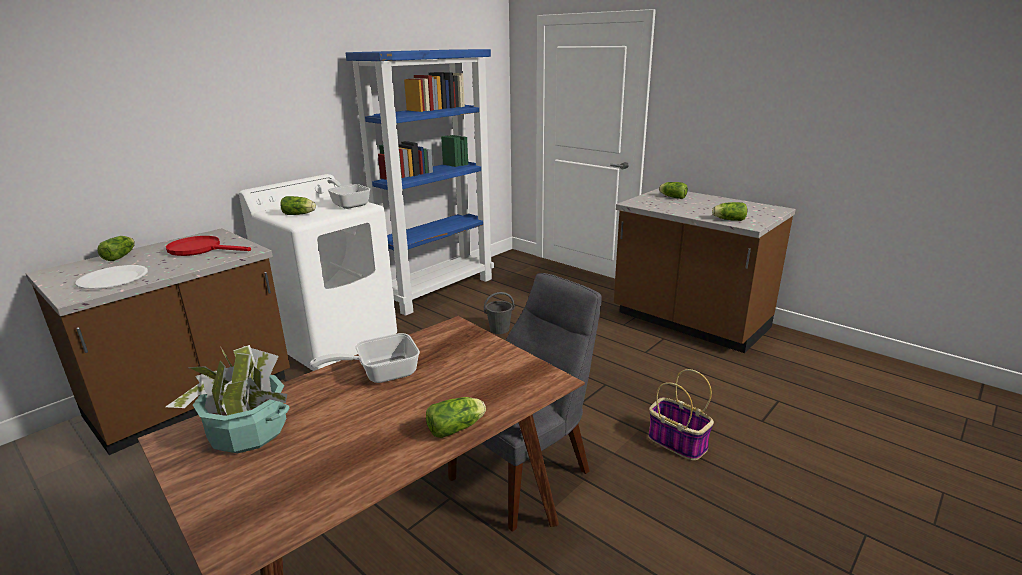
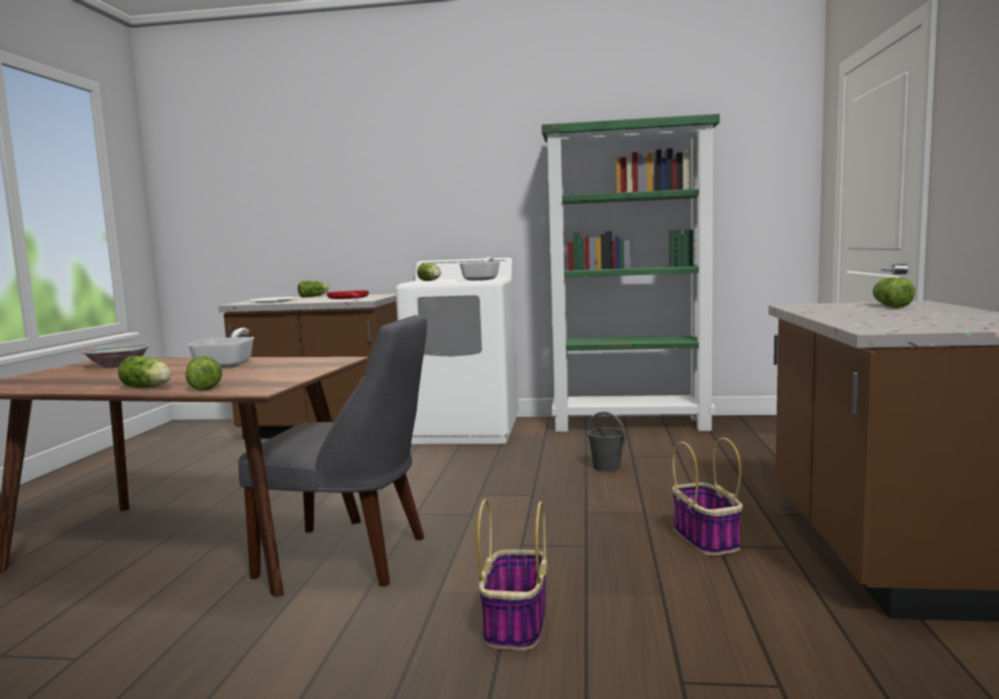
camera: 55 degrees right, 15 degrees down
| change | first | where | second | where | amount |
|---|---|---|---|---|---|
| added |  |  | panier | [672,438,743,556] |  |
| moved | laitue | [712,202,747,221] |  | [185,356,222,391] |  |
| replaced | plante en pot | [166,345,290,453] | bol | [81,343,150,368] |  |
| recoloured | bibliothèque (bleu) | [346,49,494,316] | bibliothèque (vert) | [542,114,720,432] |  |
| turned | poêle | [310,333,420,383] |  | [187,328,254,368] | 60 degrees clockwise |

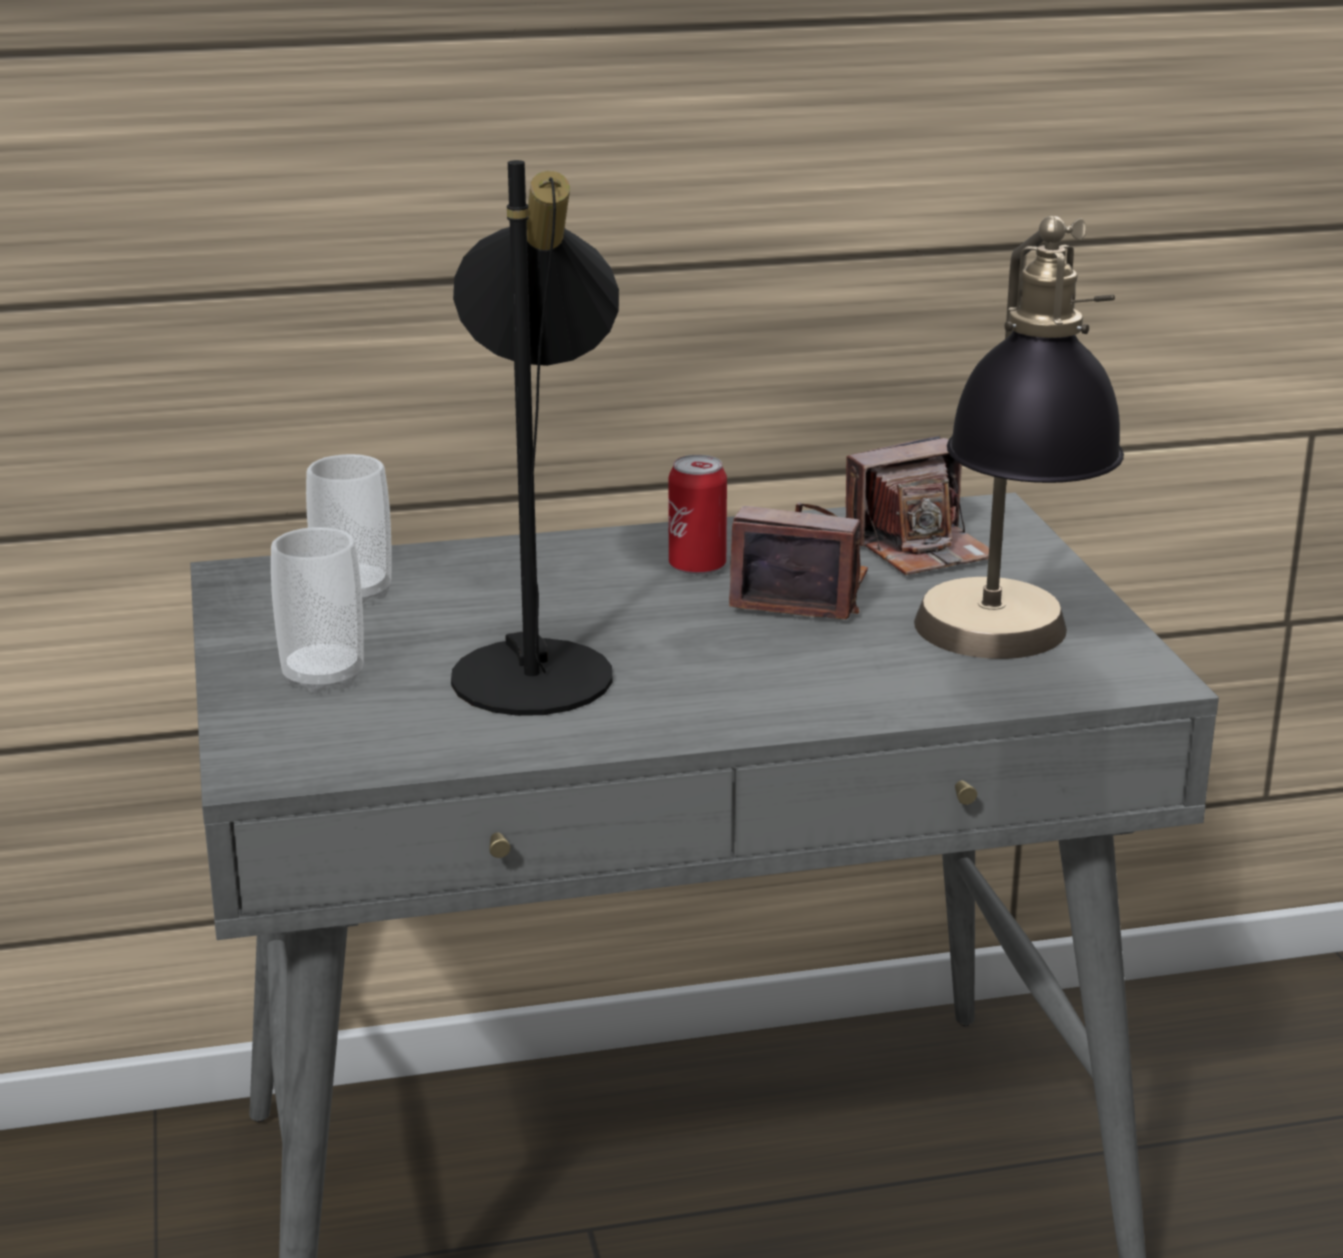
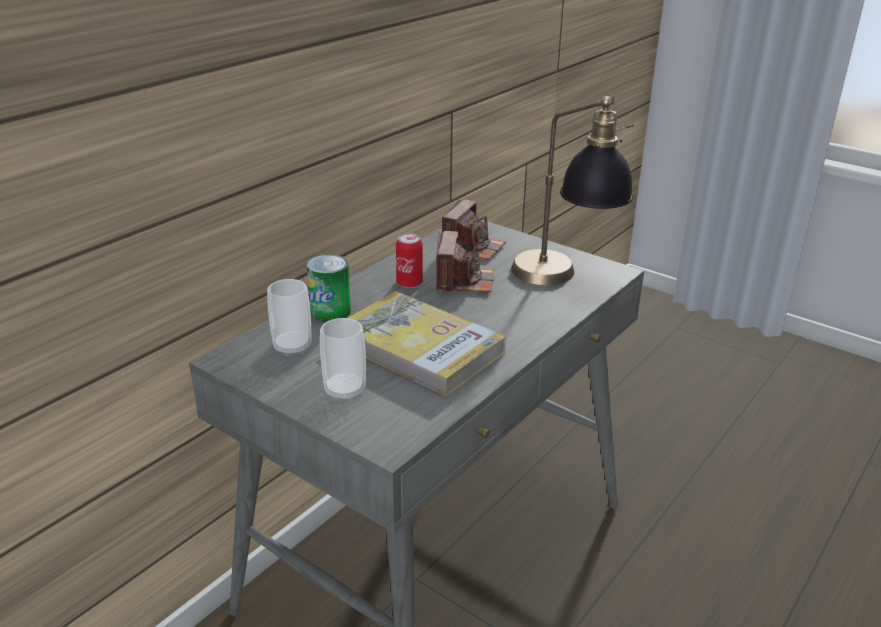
camera: 40 degrees left, 5 degrees up
| change | first | where | second | where | amount |
|---|---|---|---|---|---|
| added |  |  | boîte métallique | [307,254,351,322] |  |
| replaced | lampe de table (noir) | [451,160,619,716] | livre | [348,291,506,396] |  |
| turned | appareil photo | [729,502,868,619] |  | [436,231,494,293] | 120 degrees clockwise |

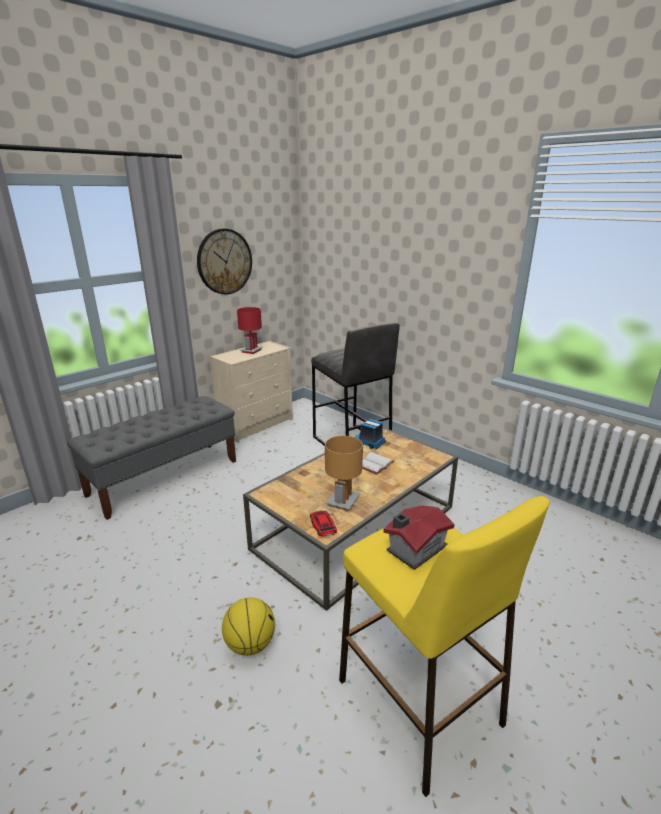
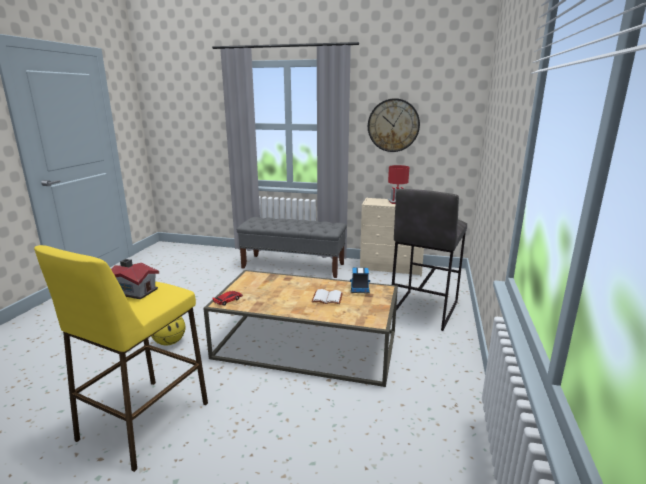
camera: 60 degrees right, 5 degrees down
| change | first | where | second | where | amount |
|---|---|---|---|---|---|
| removed | lampe de table (marron) | [325,436,363,511] |  |  |  |

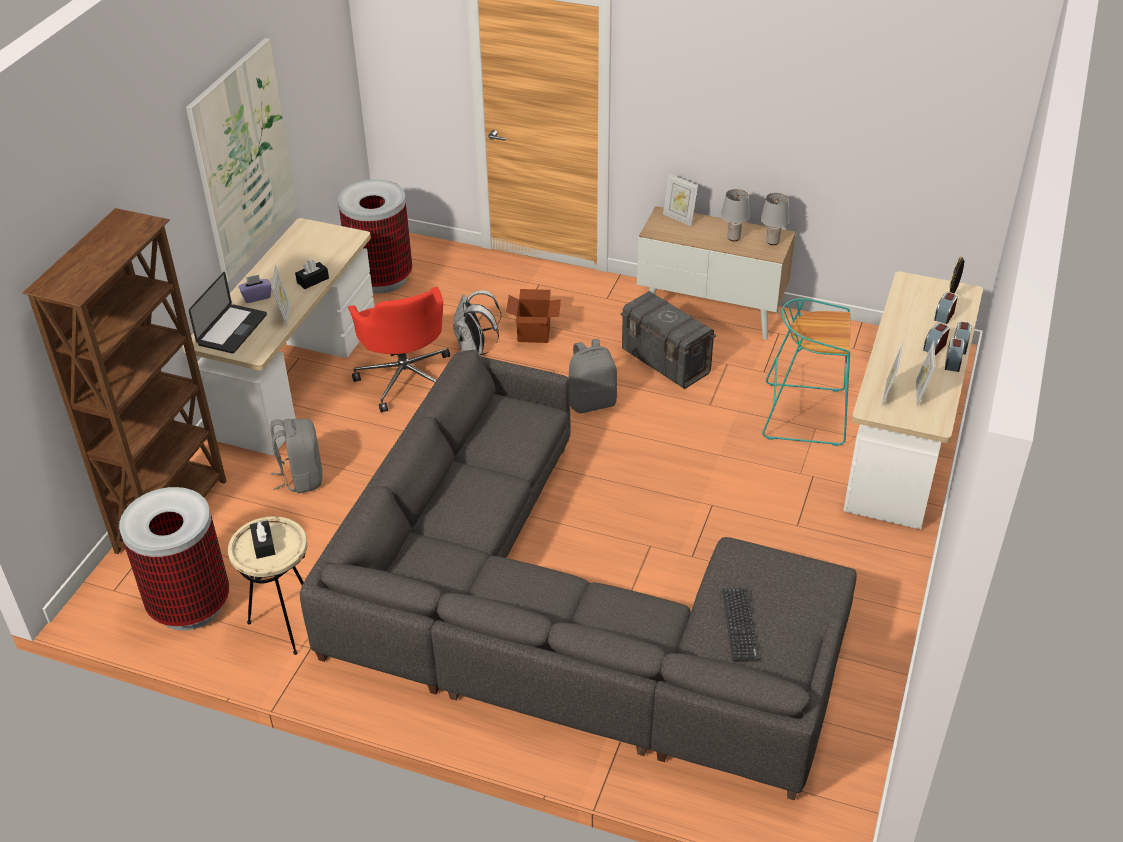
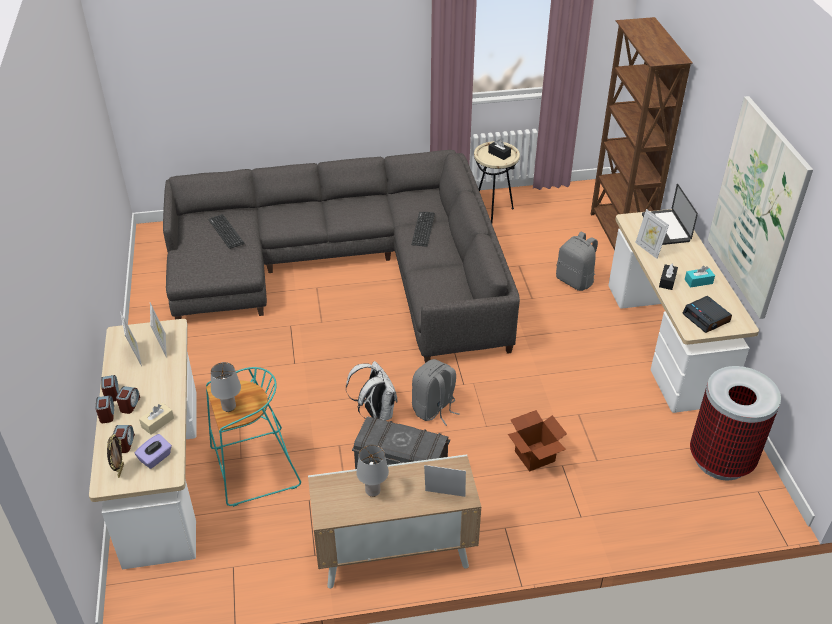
camera: 150 degrees right, 0 degrees up
| change | first | where | second | where | amount |
|---|---|---|---|---|---|
| removed | poubelle | [119,487,229,631] |  |  |  |
| removed | chaise de bureau (rouge) | [348,287,450,413] |  |  |  |
| added |  |  | boîte à mouchoirs (beige) | [139,403,174,435] |  |
| added |  |  | clavier | [411,211,435,247] |  |
| added |  |  | réveil | [682,296,732,333] |  |
| added |  |  | boîte à mouchoirs (turquoise) | [685,266,715,288] |  |
| moved | boîte à mouchoirs (violet) | [238,275,271,303] |  | [135,434,172,469] |  |
| moved | sac à dos (blanc) | [453,290,502,356] |  | [346,361,398,421] |  |
| moved | lampe de table (gris) | [761,193,789,245] |  | [211,362,241,412] |  |

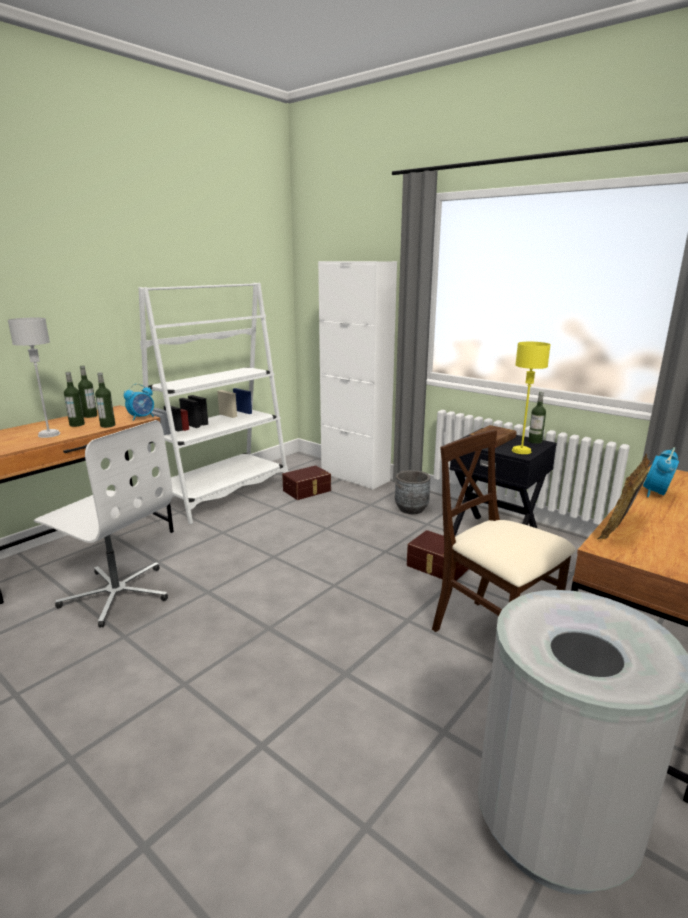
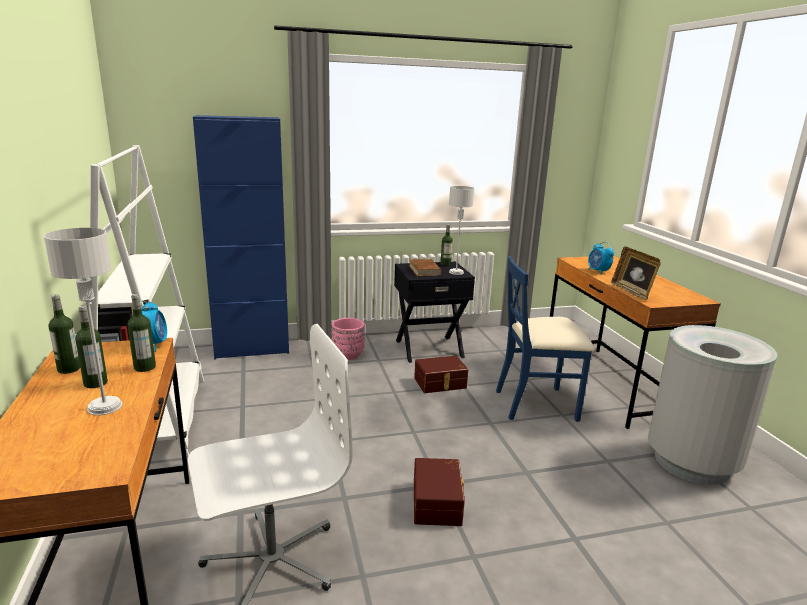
camera: 55 degrees left, 0 degrees up
| change | first | where | second | where | amount |
|---|---|---|---|---|---|
| moved | boîte de rangement (marron) | [282,465,331,500] |  | [414,458,465,526] |  |
| recoloured | meuble de rangement (blanc) | [318,261,397,490] | meuble de rangement (bleu) | [193,115,289,359] |  |
| recoloured | cache-pot (gris) | [395,470,430,514] | cache-pot (rose) | [332,318,365,360] |  |
| recoloured | chaise (beige) | [432,430,576,632] | chaise (bleu) | [496,256,595,422] |  |
| recoloured | lampe de table (jaune) | [512,342,551,454] | lampe de table (gris) | [449,186,474,275] |  |

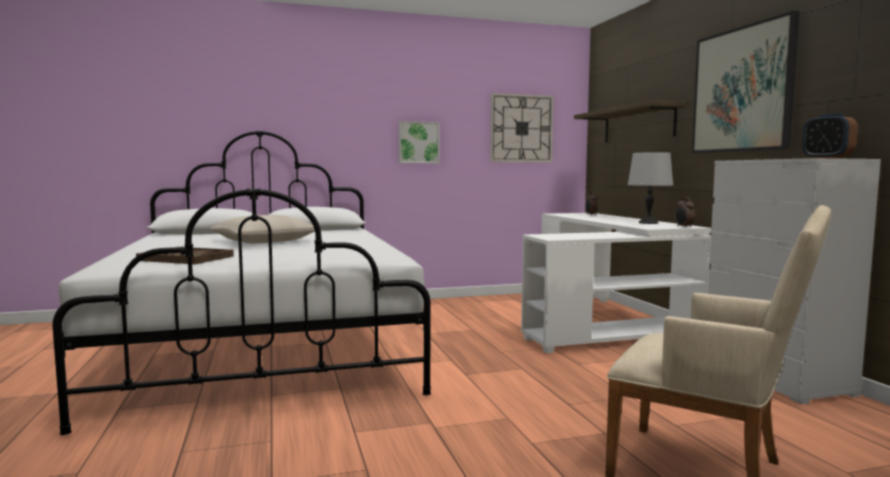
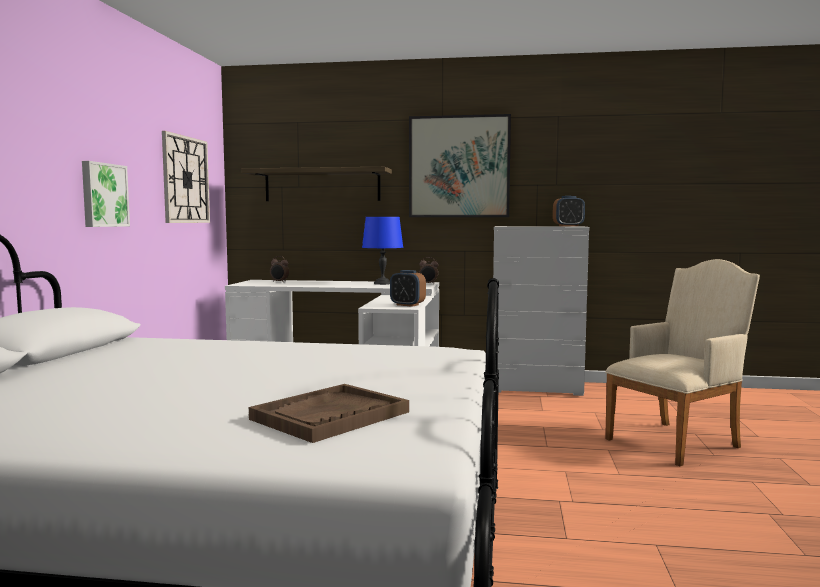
camera: 65 degrees left, 0 degrees up
| change | first | where | second | where | amount |
|---|---|---|---|---|---|
| removed | coussin (beige) | [210,215,315,244] |  |  |  |
| added |  |  | réveil | [390,270,426,307] |  |
| recoloured | lampe de table (gris) | [628,152,673,224] | lampe de table (bleu) | [362,217,403,285] |  |

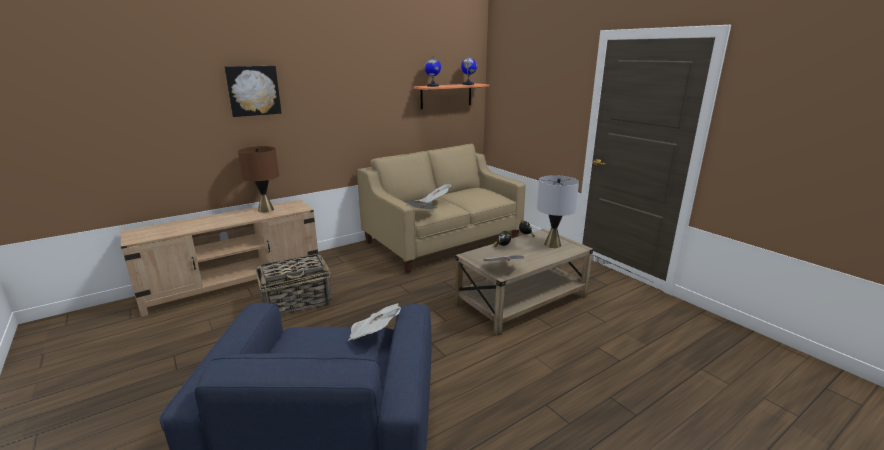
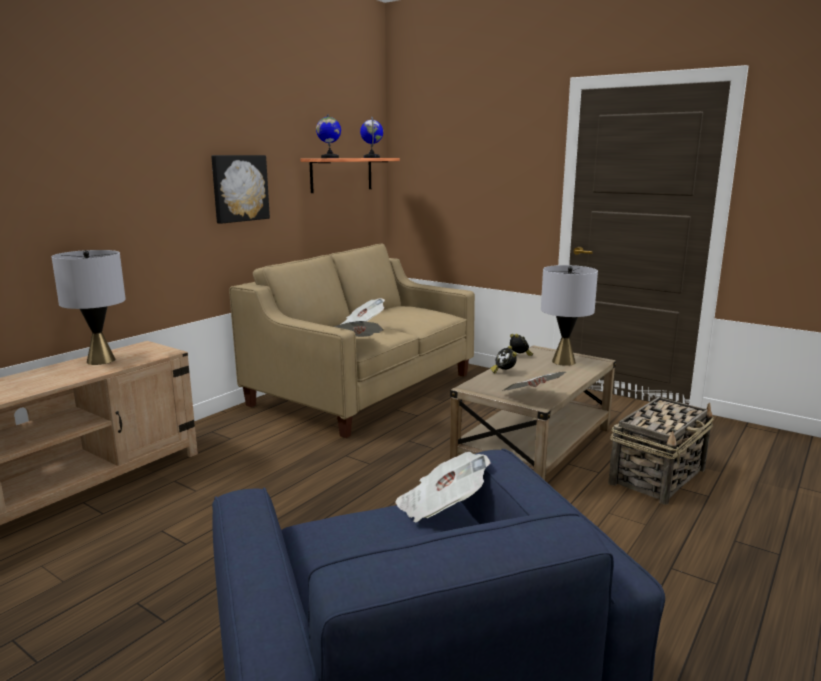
camera: 20 degrees left, 5 degrees down
| change | first | where | second | where | amount |
|---|---|---|---|---|---|
| moved | tableau | [224,66,282,117] |  | [211,155,270,224] |  |
| moved | panier | [256,254,332,315] |  | [608,397,714,505] |  |
| recoloured | lampe de table (marron) | [238,146,279,213] | lampe de table (gris) | [51,250,126,365] |  |

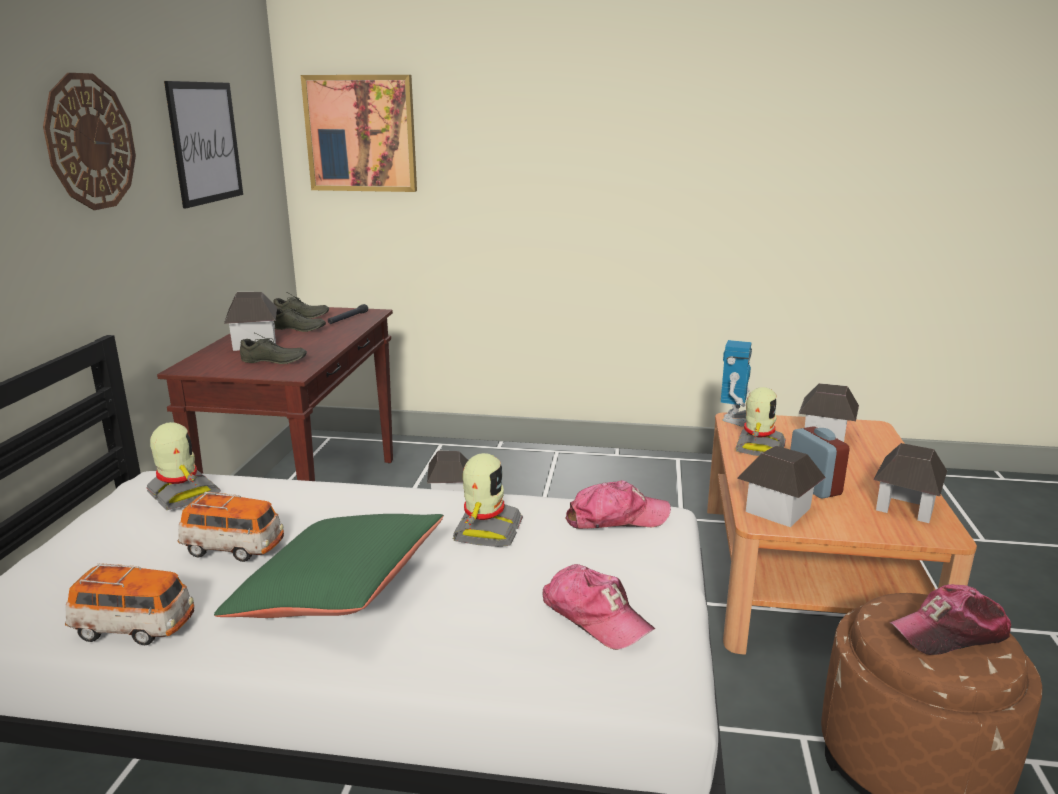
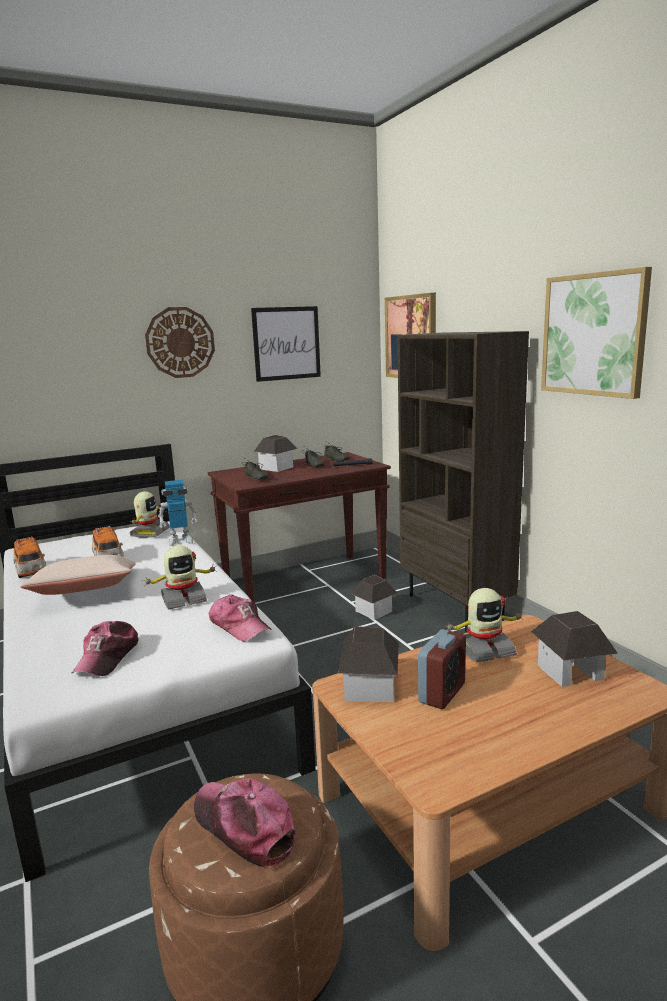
camera: 55 degrees right, 5 degrees down
| change | first | where | second | where | amount |
|---|---|---|---|---|---|
| removed | maison miniature | [873,443,947,523] |  |  |  |
| added |  |  | bibliothèque (marron) | [397,331,529,632] |  |
| added |  |  | tableau | [541,267,652,399] |  |
| moved | robot jouet | [721,340,752,427] |  | [158,480,198,546] |  |
| recoloured | coussin (vert) | [214,514,444,618] | coussin (beige) | [20,555,136,595] |  |

